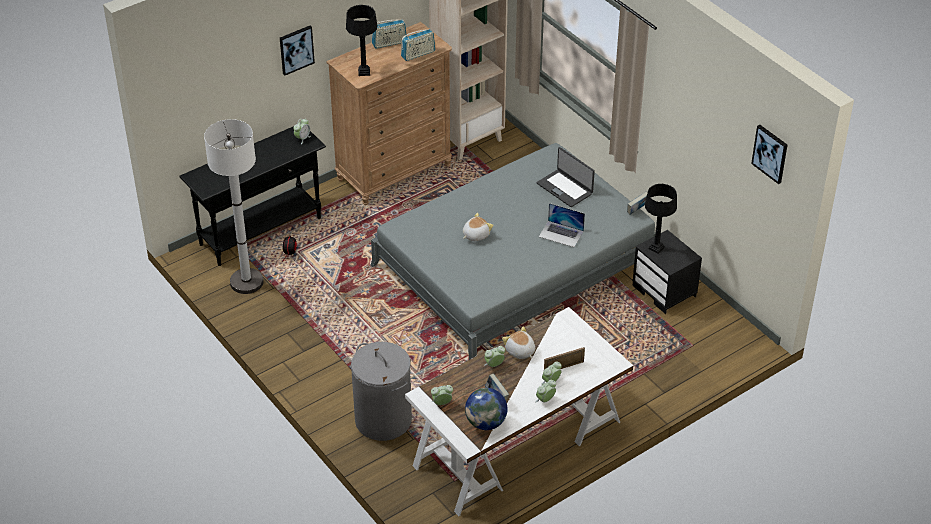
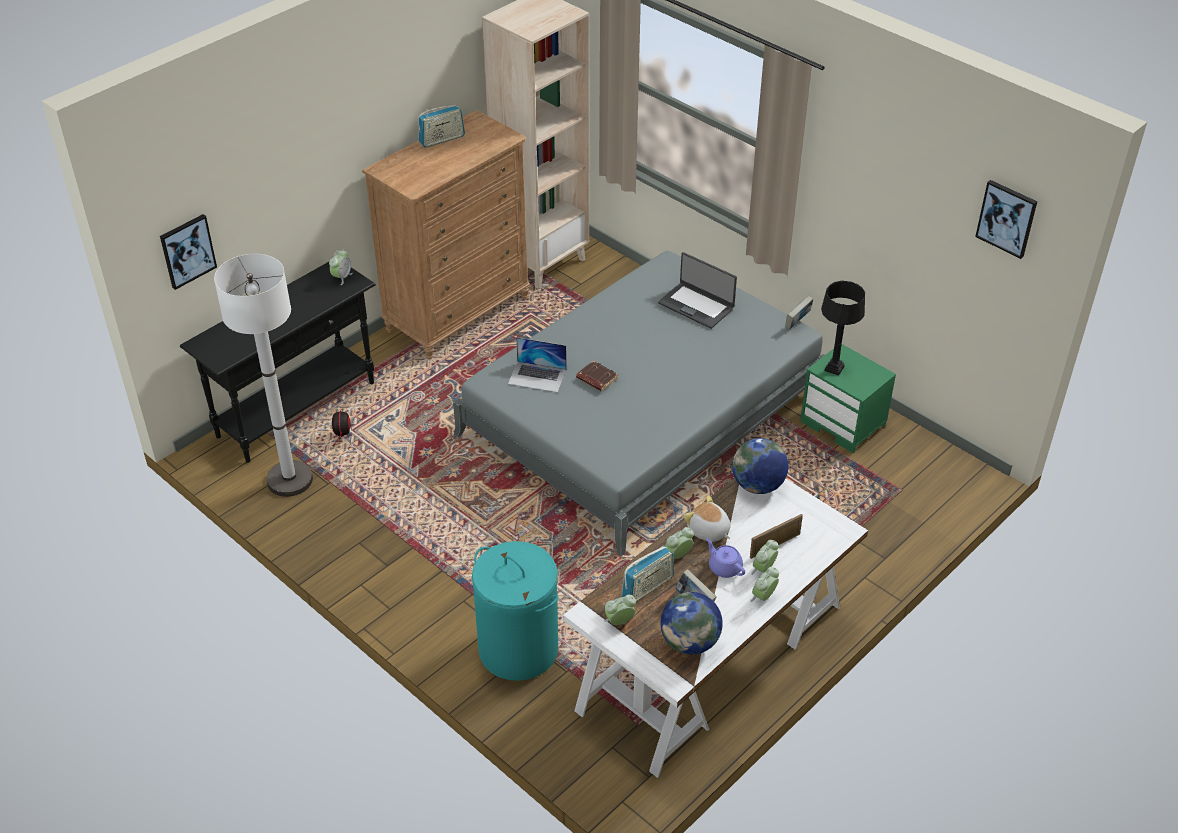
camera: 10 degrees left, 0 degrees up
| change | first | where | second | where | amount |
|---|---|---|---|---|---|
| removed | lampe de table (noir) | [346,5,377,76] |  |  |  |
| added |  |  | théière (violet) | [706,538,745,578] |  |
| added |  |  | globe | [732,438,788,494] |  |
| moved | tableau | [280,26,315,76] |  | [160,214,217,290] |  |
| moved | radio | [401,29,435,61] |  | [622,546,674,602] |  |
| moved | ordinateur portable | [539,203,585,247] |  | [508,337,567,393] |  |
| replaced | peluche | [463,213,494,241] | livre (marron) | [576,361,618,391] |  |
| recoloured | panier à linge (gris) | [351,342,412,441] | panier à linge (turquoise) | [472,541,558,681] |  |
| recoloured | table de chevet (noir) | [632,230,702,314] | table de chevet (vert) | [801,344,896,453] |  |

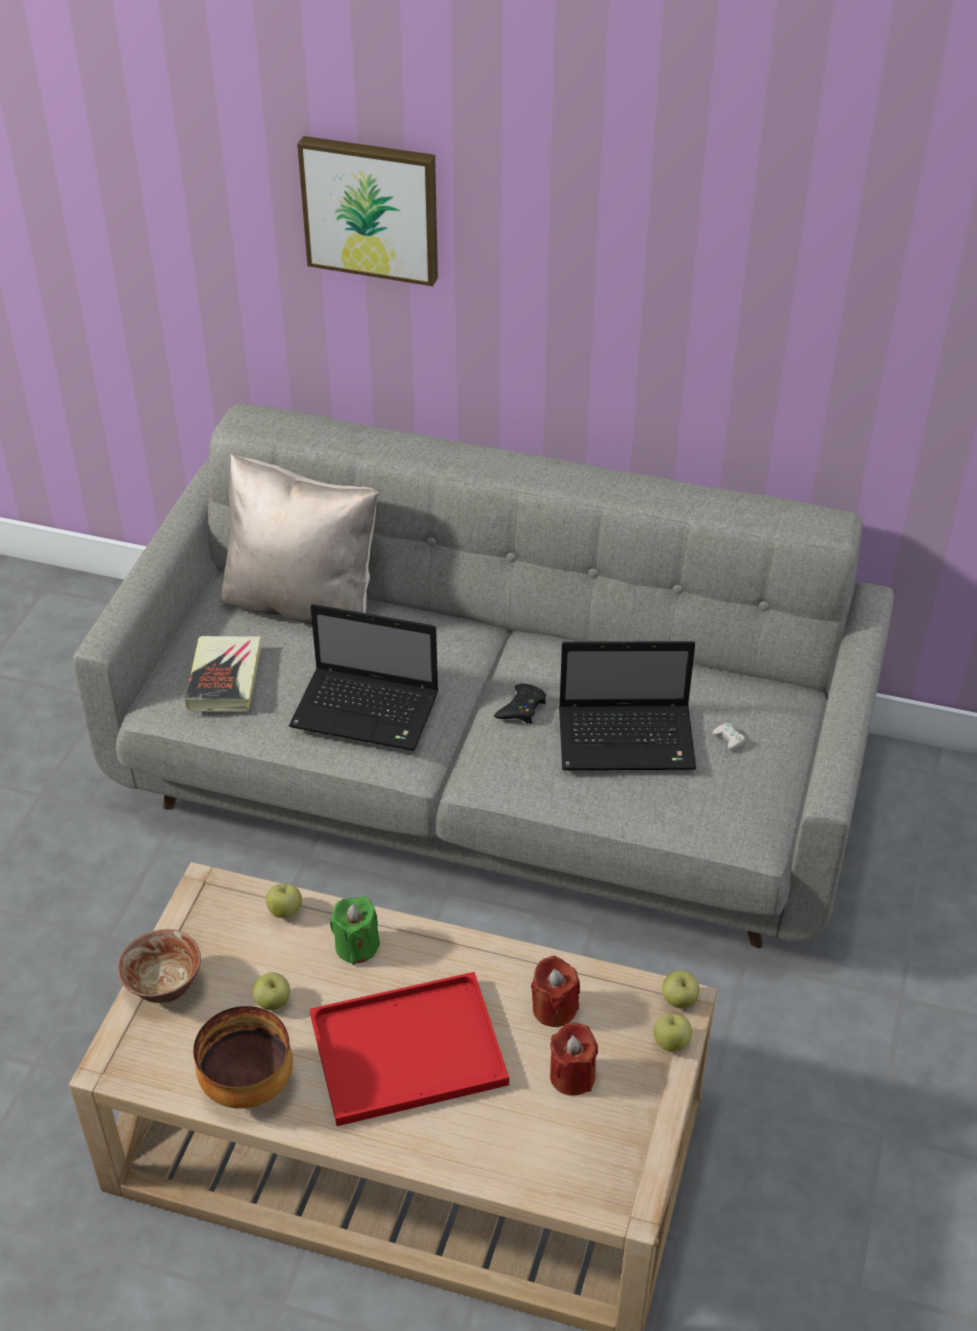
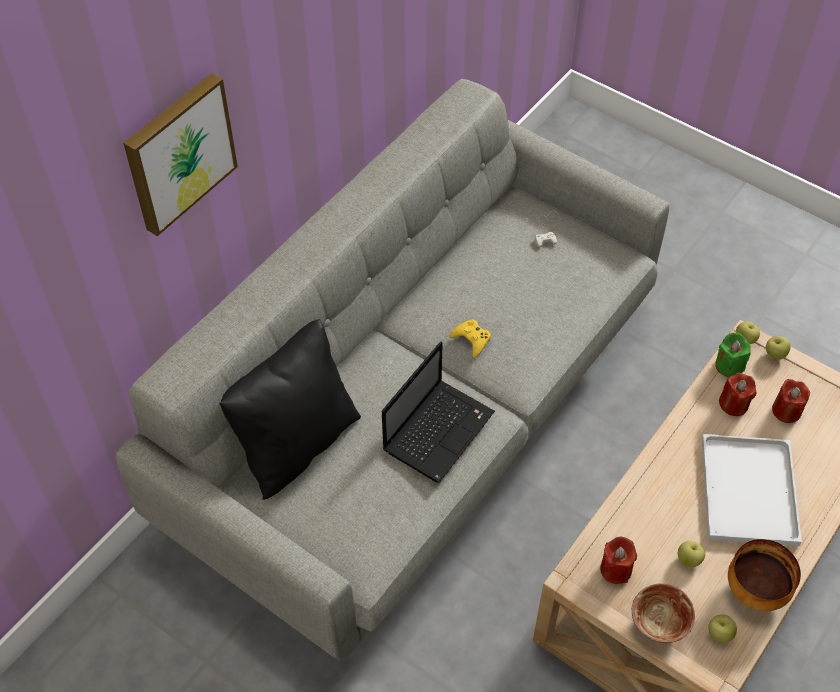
camera: 70 degrees left, 10 degrees up
| change | first | where | second | where | amount |
|---|---|---|---|---|---|
| removed | livre | [185,636,261,712] |  |  |  |
| removed | ordinateur portable | [559,641,696,770] |  |  |  |
| added |  |  | bougie (rouge) | [600,537,637,584] |  |
| moved | pomme | [266,883,302,918] |  | [708,614,737,643] |  |
| moved | bougie (vert) | [330,896,380,965] |  | [715,333,751,377] |  |
| recoloured | coussin (beige) | [220,454,378,625] | coussin (noir) | [219,319,361,500] |  |
| recoloured | plateau (rouge) | [310,972,509,1126] | plateau (blanc) | [702,434,802,546] |  |
| recoloured | manette (noir) | [494,684,546,724] | manette (jaune) | [450,319,491,358] |  |

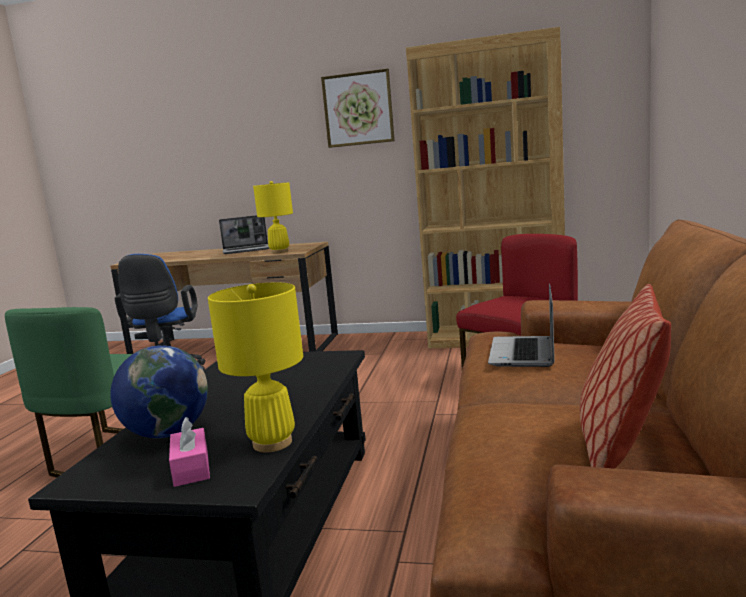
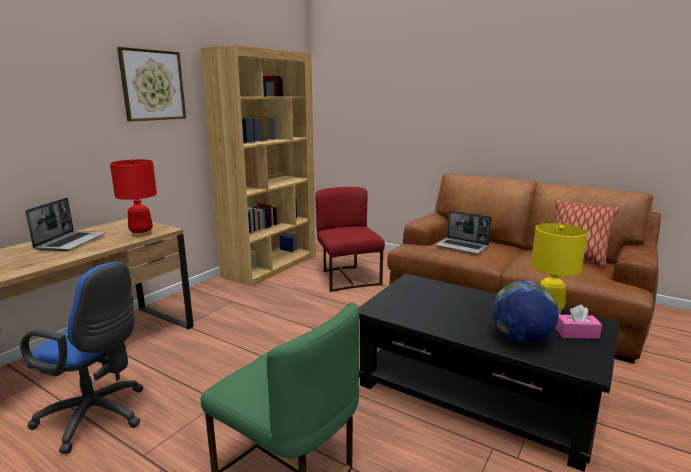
camera: 70 degrees left, 5 degrees up
| change | first | where | second | where | amount |
|---|---|---|---|---|---|
| recoloured | lampe de table (jaune) | [253,181,293,254] | lampe de table (rouge) | [110,159,157,237] |  |

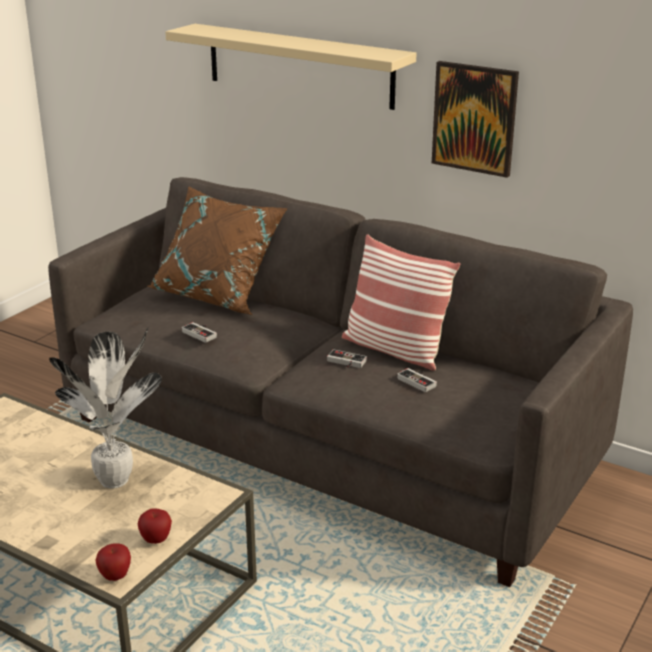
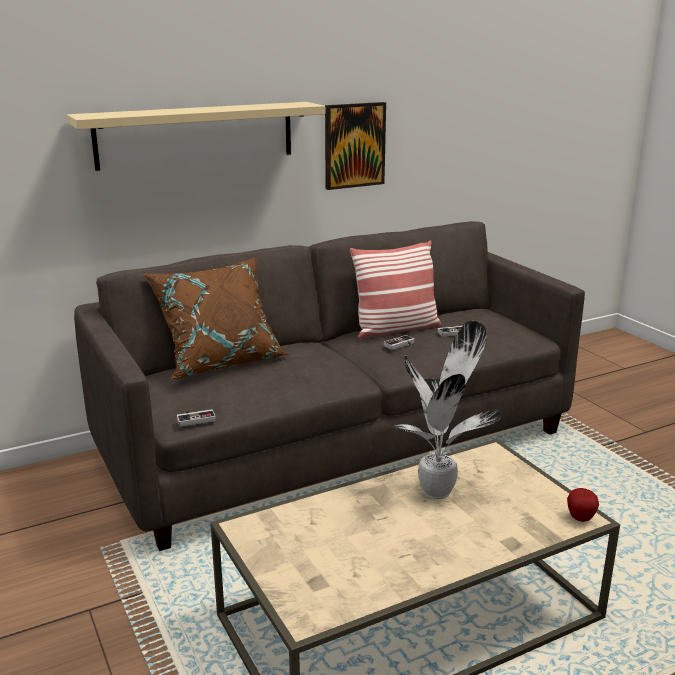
camera: 60 degrees left, 5 degrees down
| change | first | where | second | where | amount |
|---|---|---|---|---|---|
| removed | pomme | [138,508,172,544] |  |  |  |
| moved | manette | [182,322,217,343] |  | [177,409,216,427] |  |

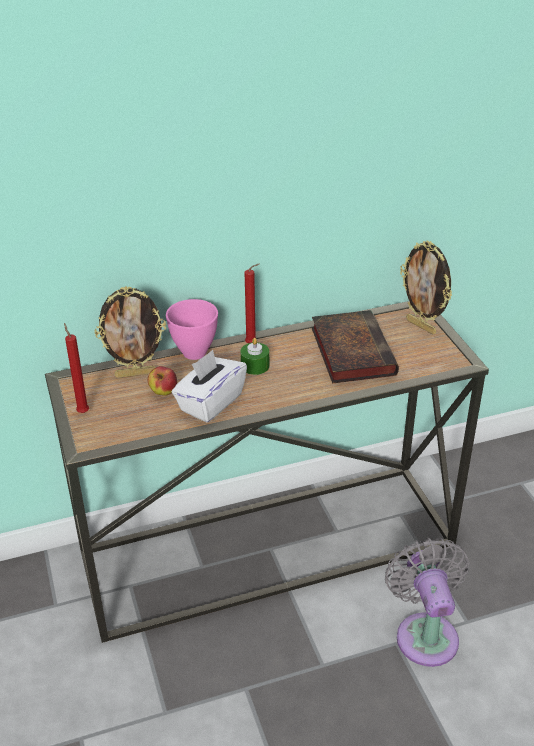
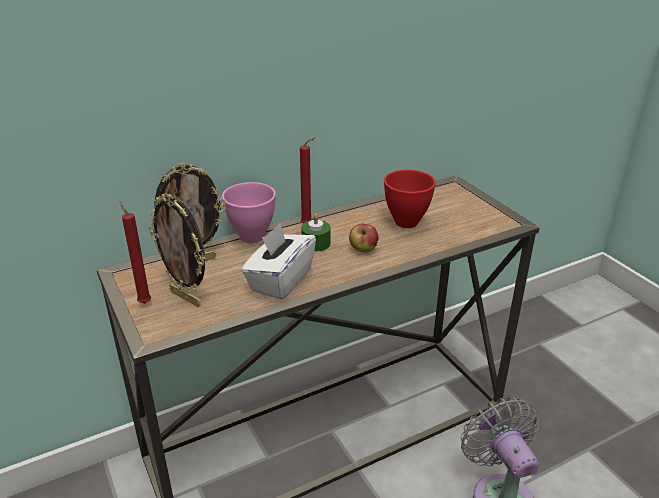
camera: 10 degrees left, 5 degrees down
| change | first | where | second | where | amount |
|---|---|---|---|---|---|
| moved | pomme | [148,366,177,396] |  | [349,224,379,252] |  |
| moved | cadre photo | [400,240,452,334] |  | [149,193,205,307] |  |
| replaced | livre | [312,310,399,384] | bol (rouge) | [384,170,436,228] |  |

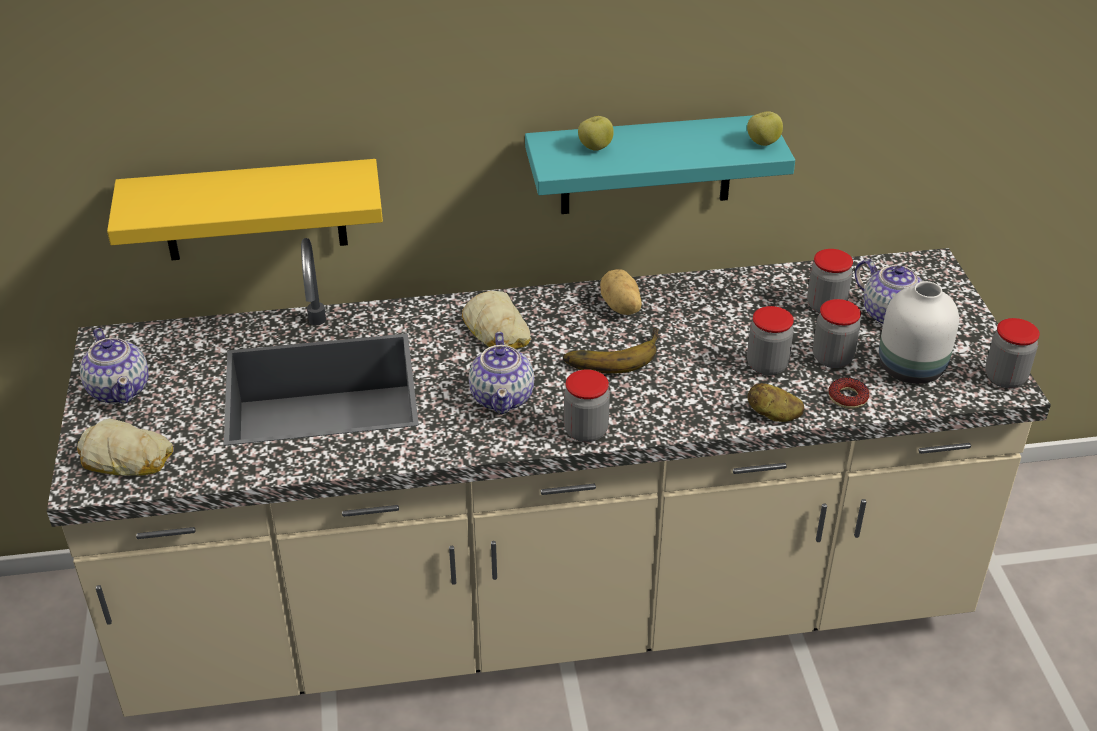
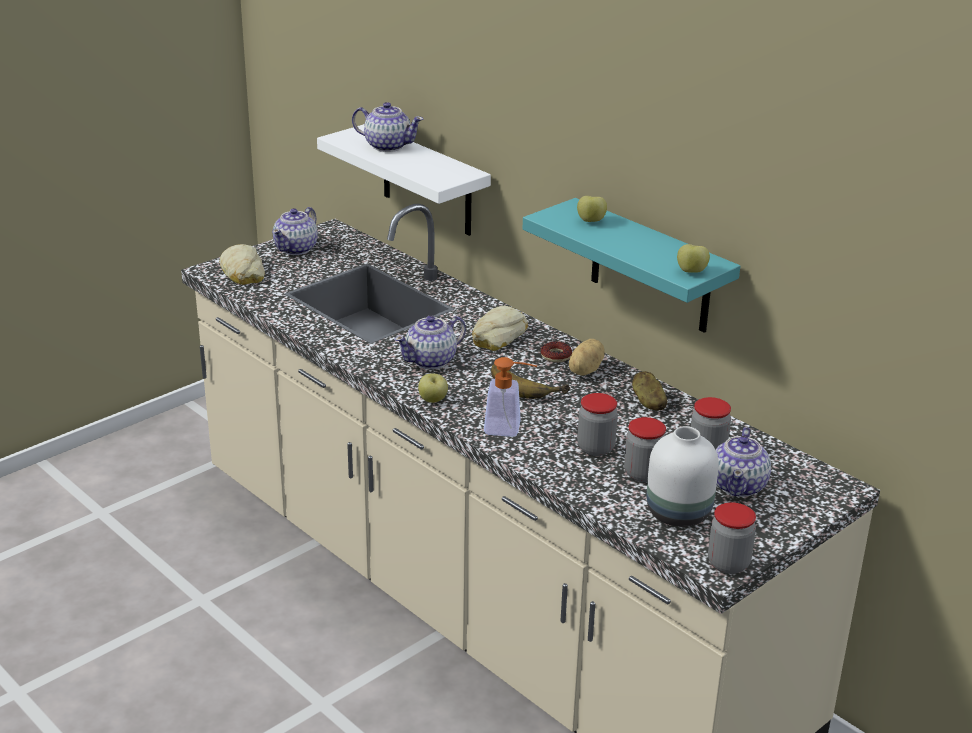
camera: 55 degrees right, 10 degrees down
| change | first | where | second | where | amount |
|---|---|---|---|---|---|
| added |  |  | théière | [352,102,423,152] |  |
| added |  |  | distributeur de savon | [484,357,537,437] |  |
| moved | pomme de terre | [748,383,804,422] |  | [632,371,668,411] |  |
| moved | beignet | [829,378,869,409] |  | [541,342,572,362] |  |
| replaced | bocal | [564,369,610,442] | pomme | [418,373,448,403] |  |
| recoloured | étagère (jaune) | [107,159,383,260] | étagère (blanc) | [317,124,491,236] |  |

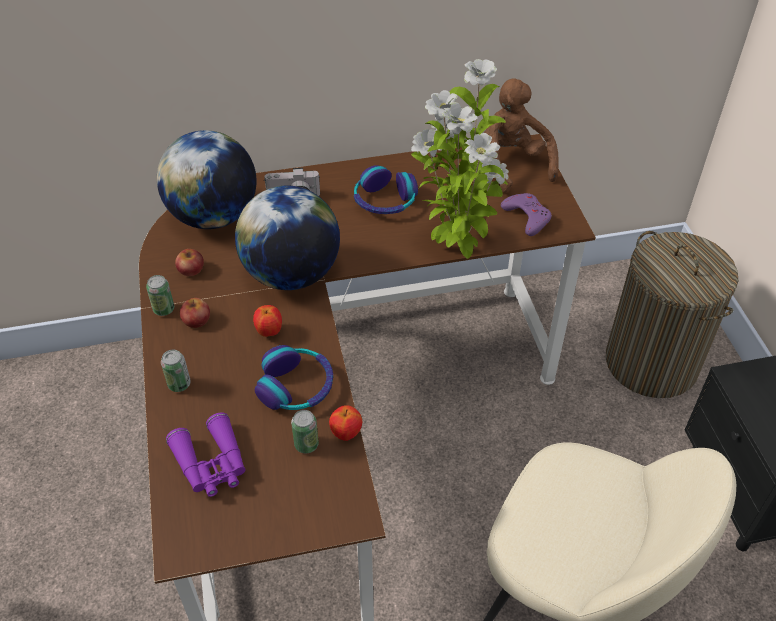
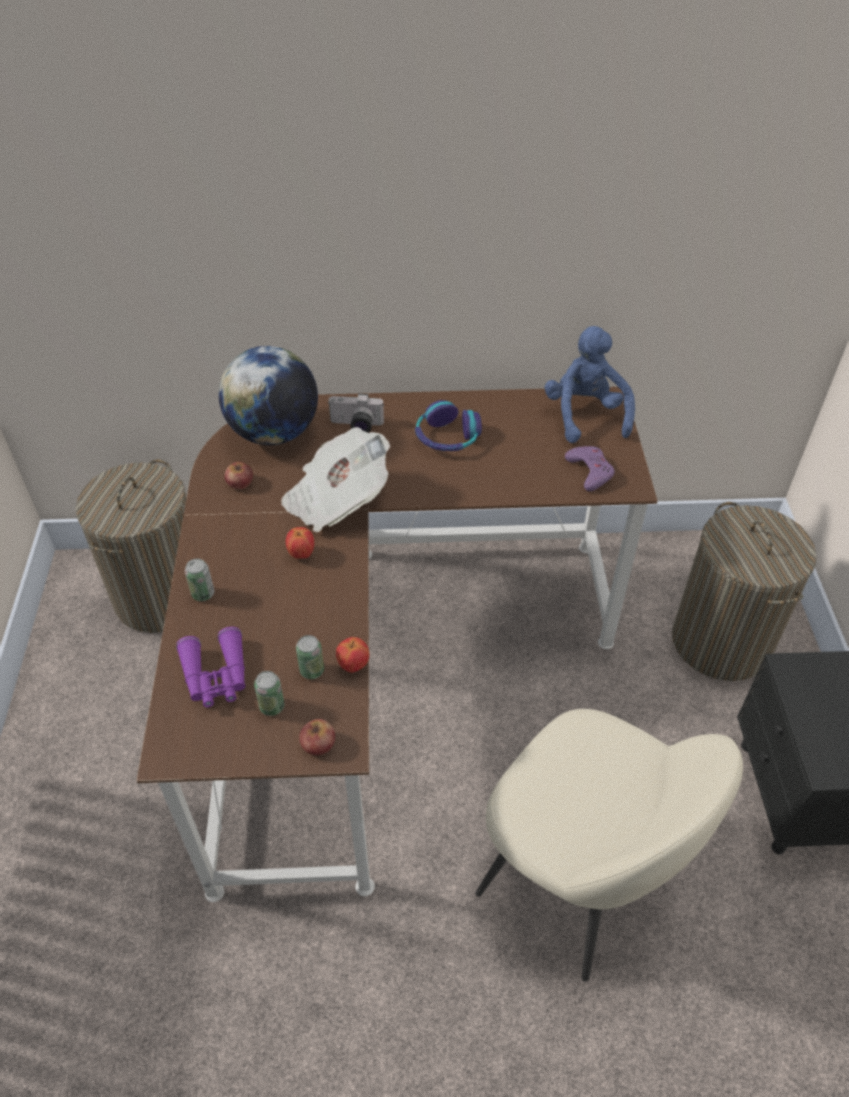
camera: 10 degrees right, 0 degrees up
| change | first | where | second | where | amount |
|---|---|---|---|---|---|
| removed | casque audio | [255,345,333,410] |  |  |  |
| removed | plante en pot | [411,59,509,259] |  |  |  |
| added |  |  | panier à linge | [76,459,186,633] |  |
| moved | boîte métallique | [146,275,174,316] |  | [254,671,284,716] |  |
| moved | pomme | [180,298,210,328] |  | [299,719,335,756] |  |
| replaced | globe | [235,185,340,290] | journal | [281,427,390,532] |  |
| recoloured | peluche (marron) | [484,78,559,193] | peluche (bleu) | [545,326,635,443] |  |

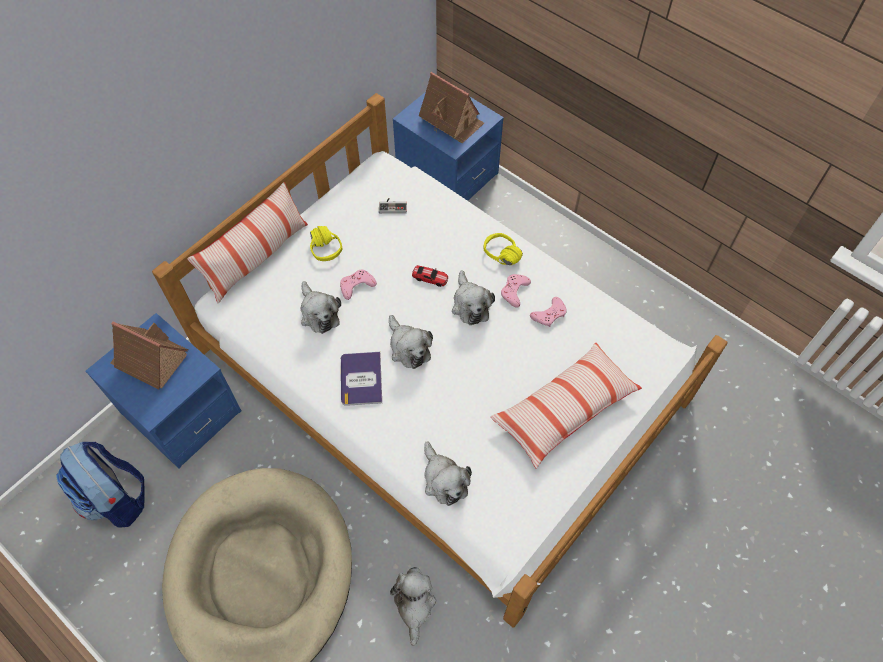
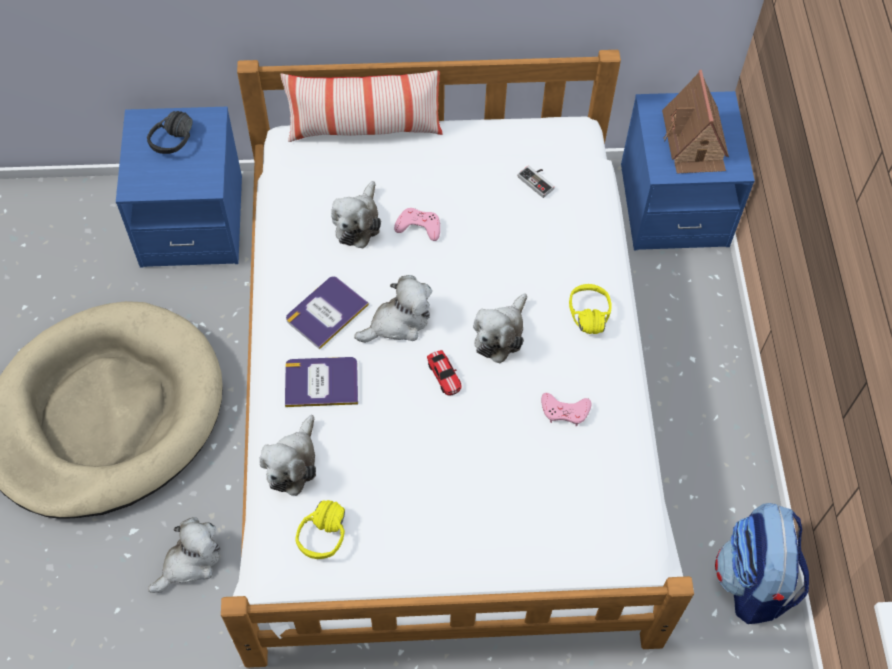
camera: 45 degrees right, 0 degrees up
| change | first | where | second | where | amount |
|---|---|---|---|---|---|
| removed | coussin | [491,342,642,469] |  |  |  |
| removed | manette (rose) | [501,274,531,308] |  |  |  |
| added |  |  | livre | [285,357,358,407] |  |
| moved | sac à dos | [56,442,145,528] |  | [715,503,809,624] |  |
| moved | casque audio (jaune) | [310,226,342,261] |  | [295,500,345,559] |  |
| moved | petite voiture | [412,265,448,287] |  | [427,350,462,396] |  |
| replaced | maison miniature | [110,321,188,389] | casque audio (noir) | [147,111,193,154] |  |
| turned | peluche | [389,315,433,369] |  | [354,275,432,343] | 135 degrees counterclockwise |

